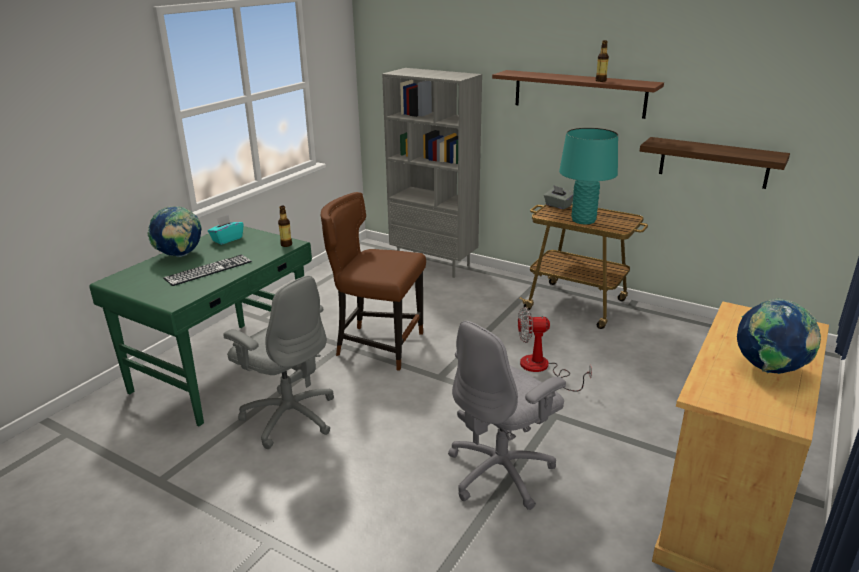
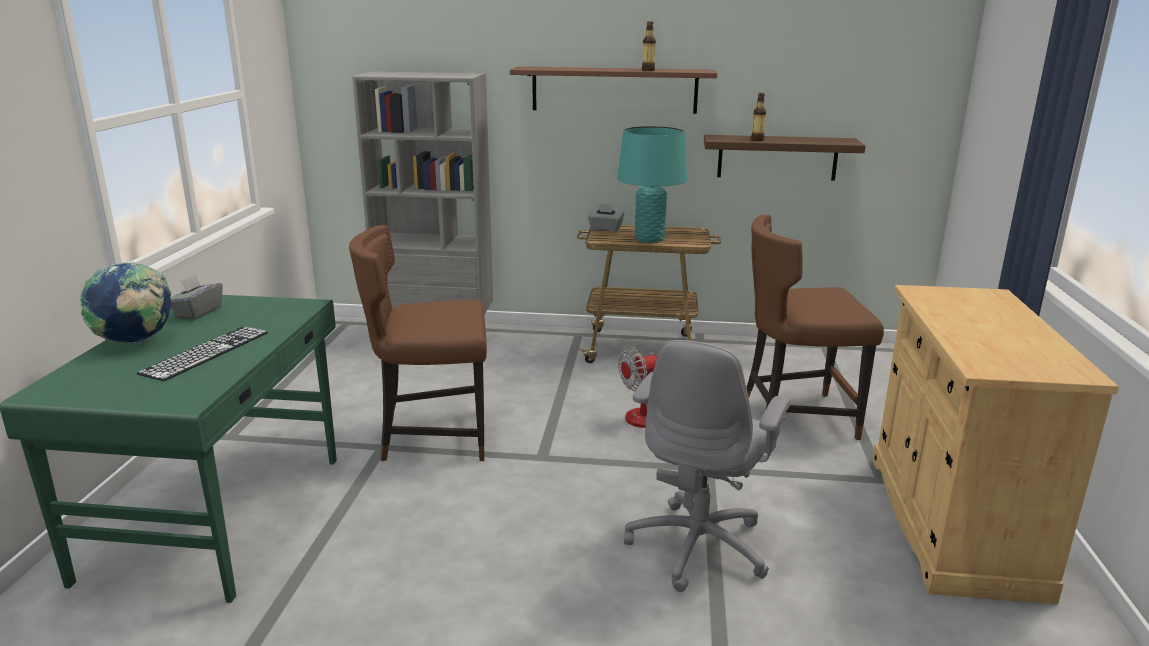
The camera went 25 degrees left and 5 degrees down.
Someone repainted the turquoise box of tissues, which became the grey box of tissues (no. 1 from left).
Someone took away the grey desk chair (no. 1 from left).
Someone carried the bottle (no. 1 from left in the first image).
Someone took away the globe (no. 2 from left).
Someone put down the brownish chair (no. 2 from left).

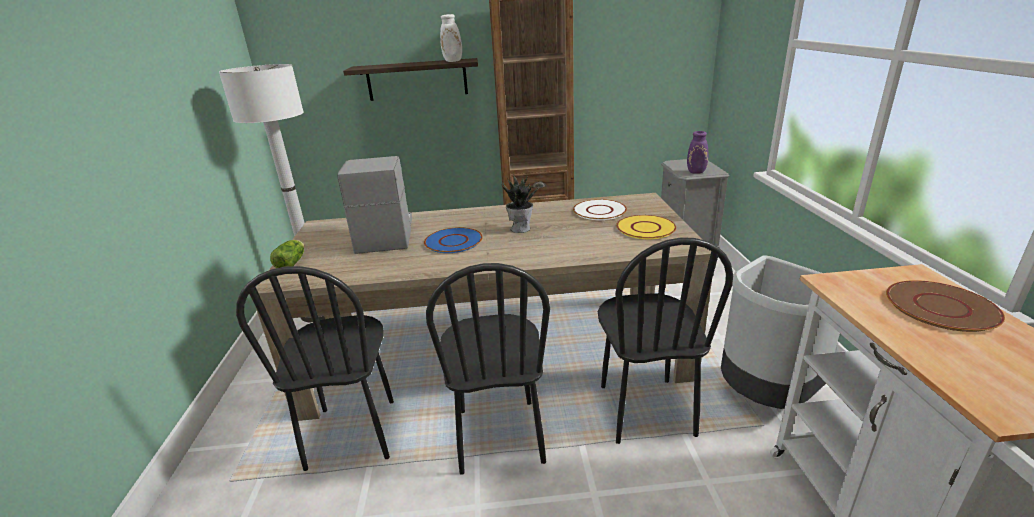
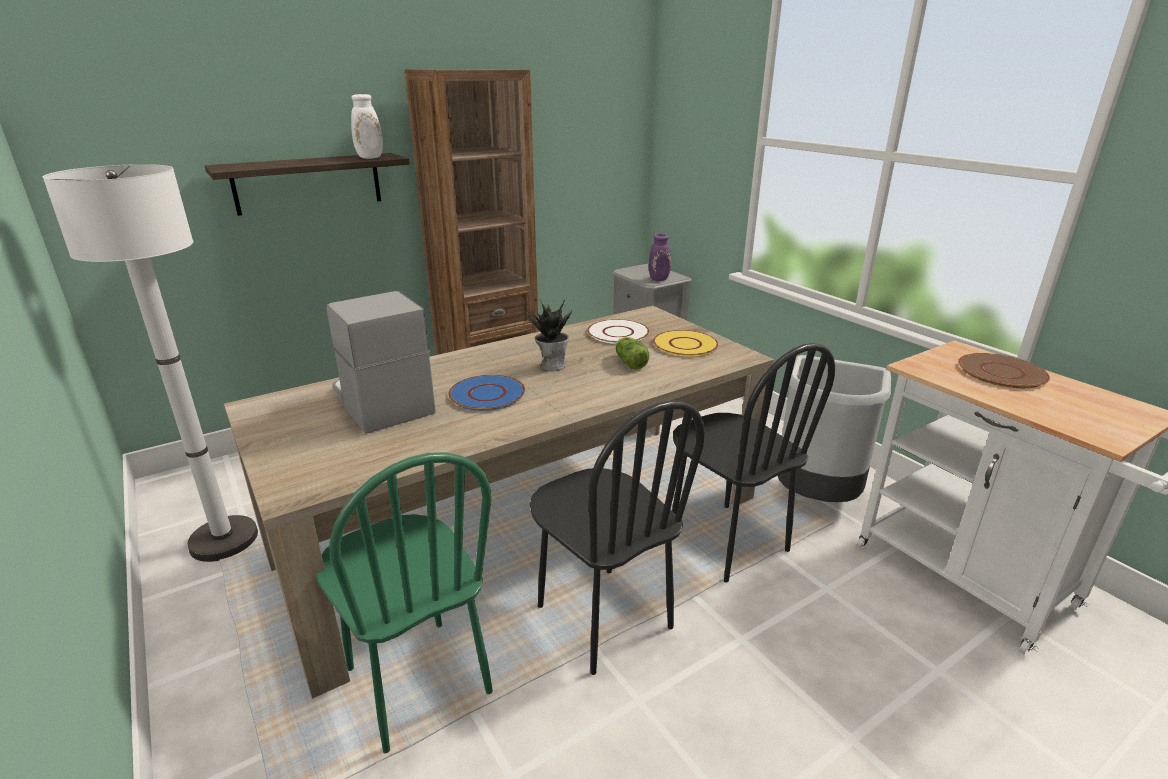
The camera went 30 degrees left and 0 degrees up.
Someone repainted the black chair (no. 1 from left), which became the green chair.
Someone carried the head of lettuce.

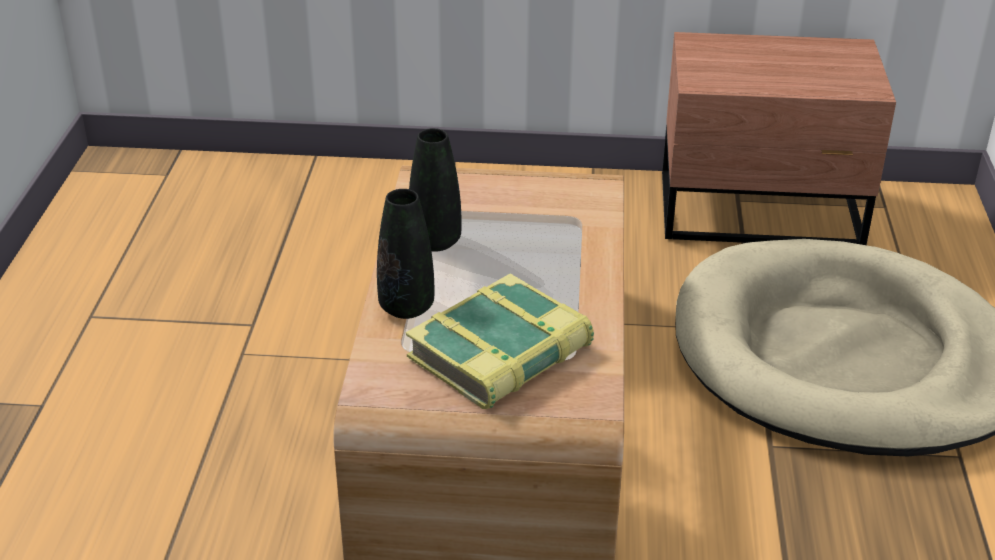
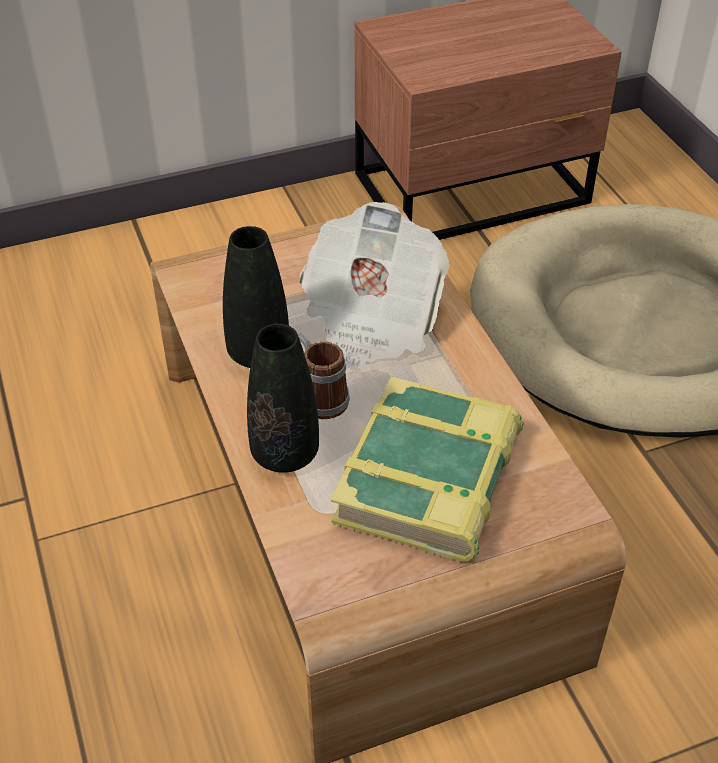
The camera went 25 degrees left and 10 degrees up.
Someone put down the coffee mug.
Someone put down the newspaper.

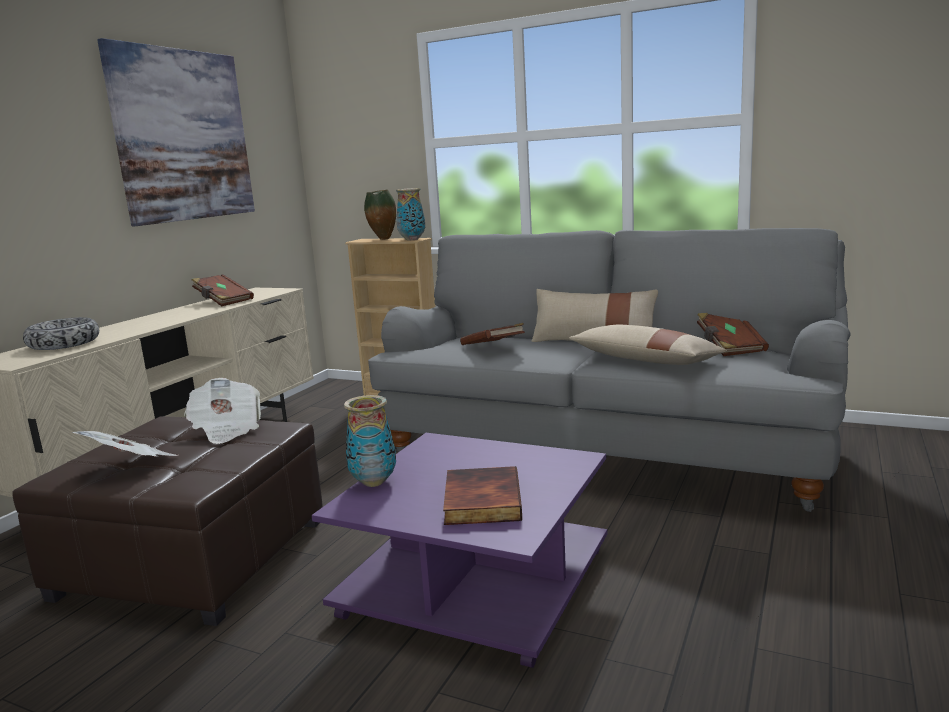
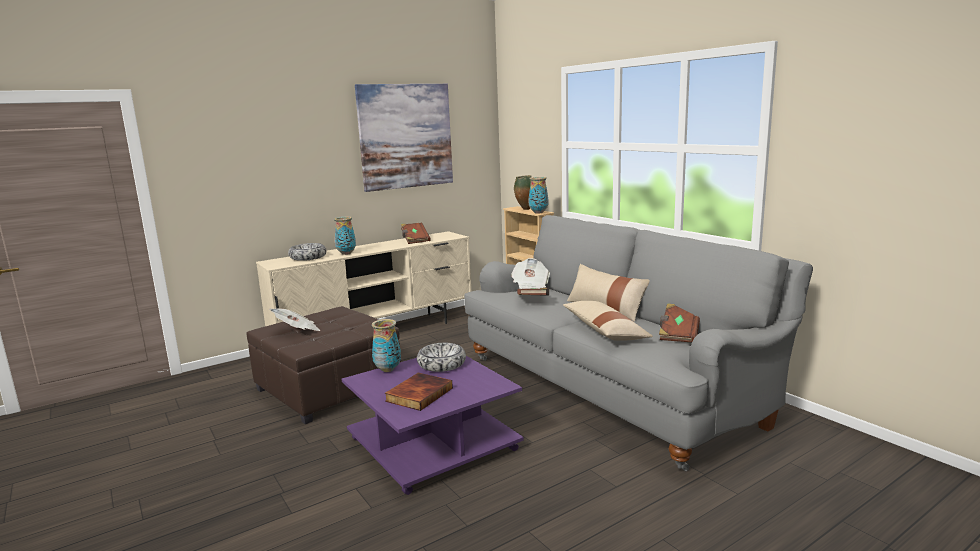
The camera went 30 degrees right and 0 degrees up.
Someone carried the newspaper (no. 2 from left).
Someone put down the decorative vase (no. 1 from left).
Someone put down the bowl (no. 2 from left).

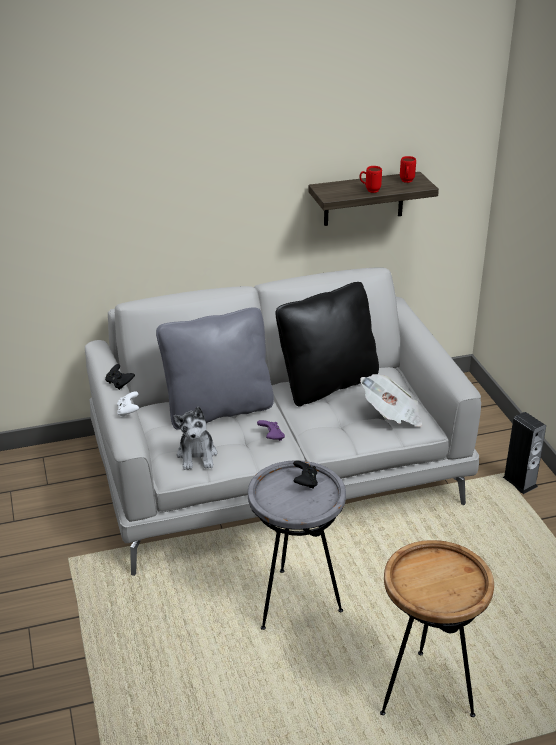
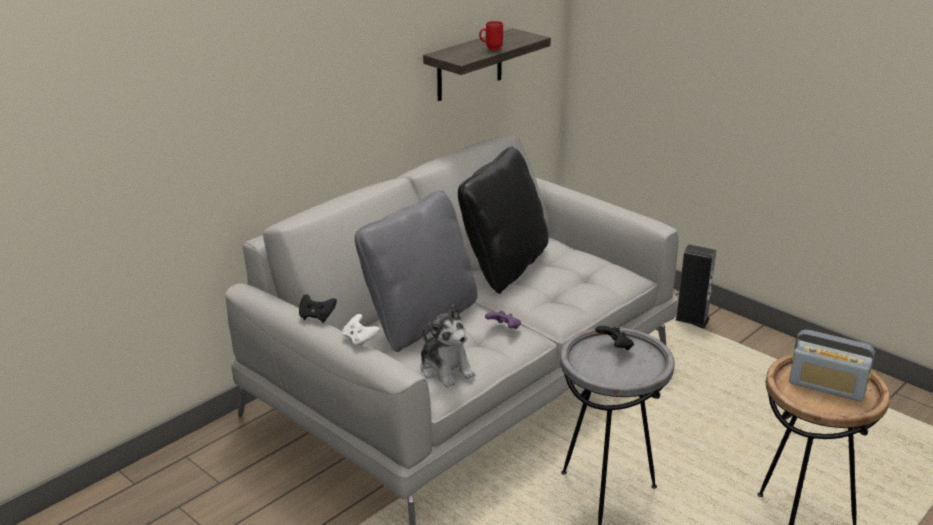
The camera went 30 degrees left and 5 degrees down.
Someone took away the newspaper.
Someone took away the reddish coffee mug (no. 2 from left).
Someone put down the radio receiver.

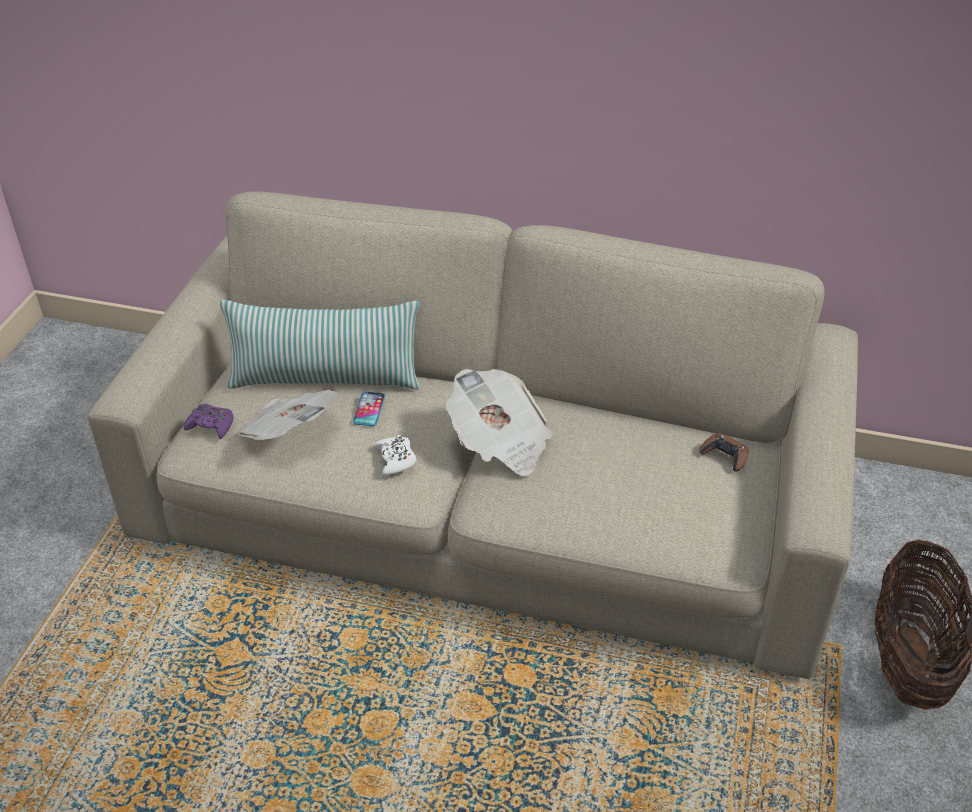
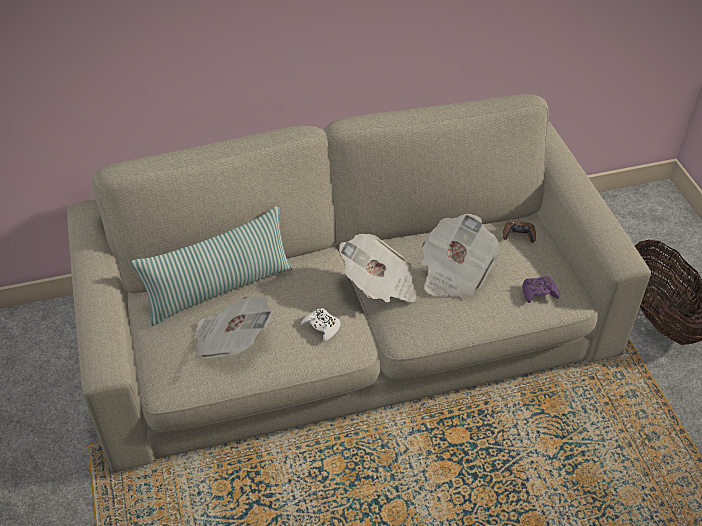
The camera went 30 degrees left and 5 degrees up.
Someone carried the purplish joypad.
Someone took away the telephone.
Someone put down the newspaper (no. 3 from left).

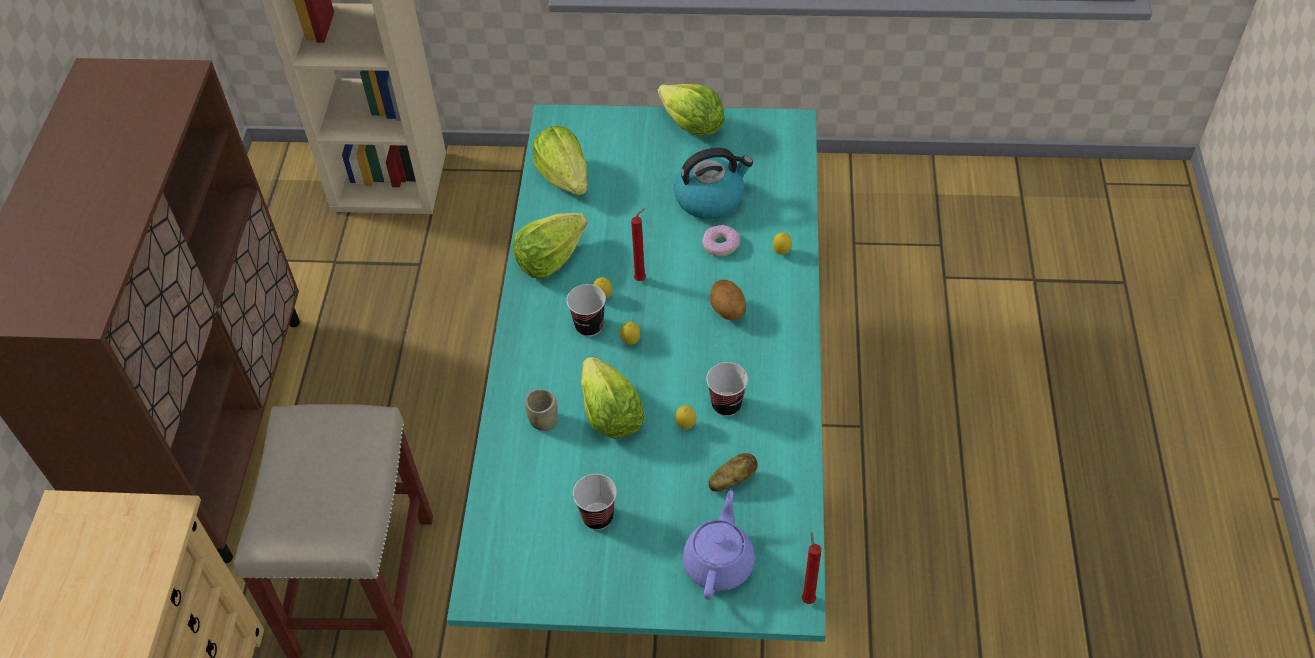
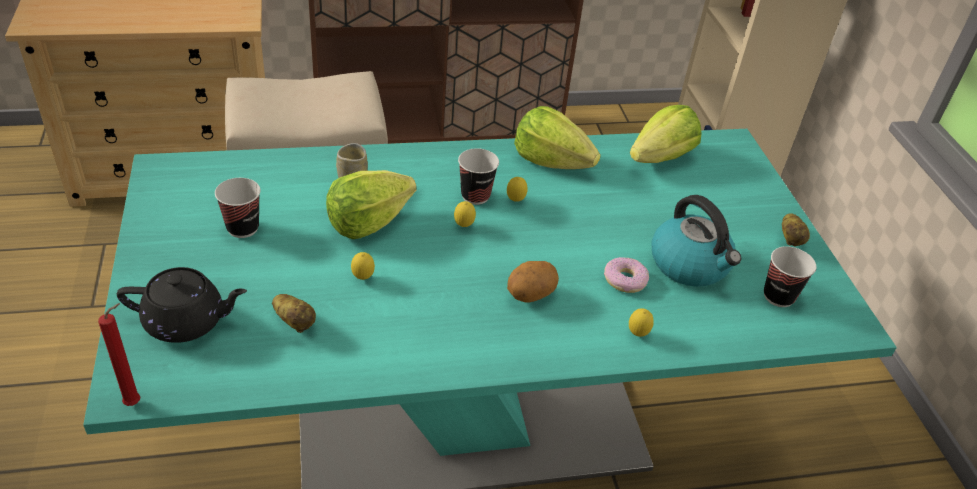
The camera went 70 degrees right and 10 degrees down.
Someone took away the reddish wax candle (no. 1 from left).
Someone swapped the head of lettuce (no. 4 from left) for the spud (no. 3 from left).
Someone repainted the purplish teapot, which became the black teapot.
Someone carried the small cup (no. 4 from left).

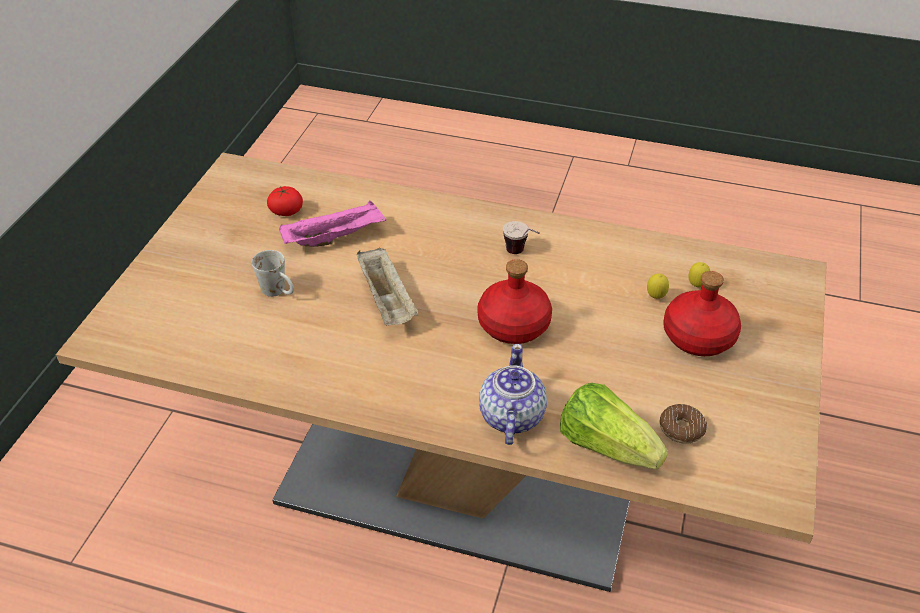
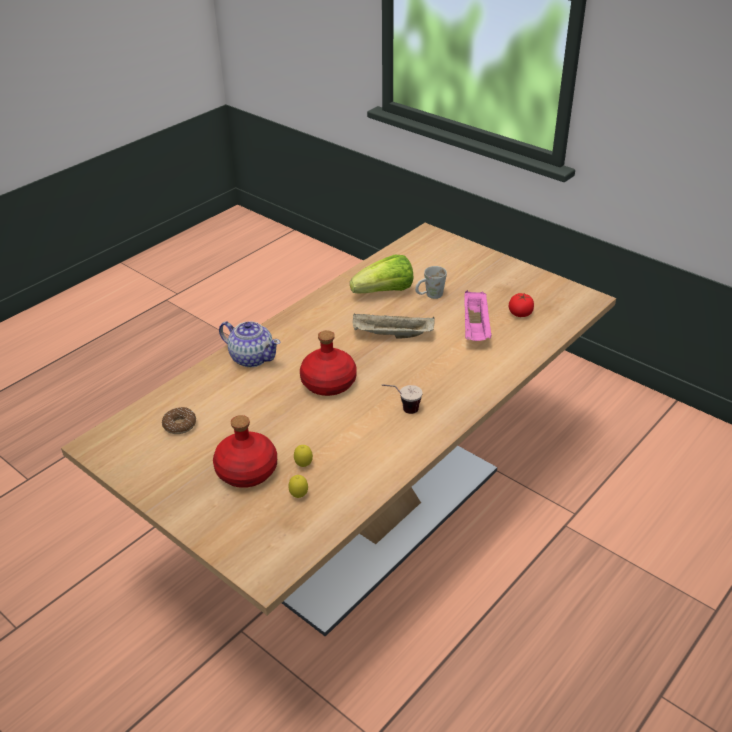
The camera went 115 degrees right and 5 degrees down.
Someone carried the head of lettuce.

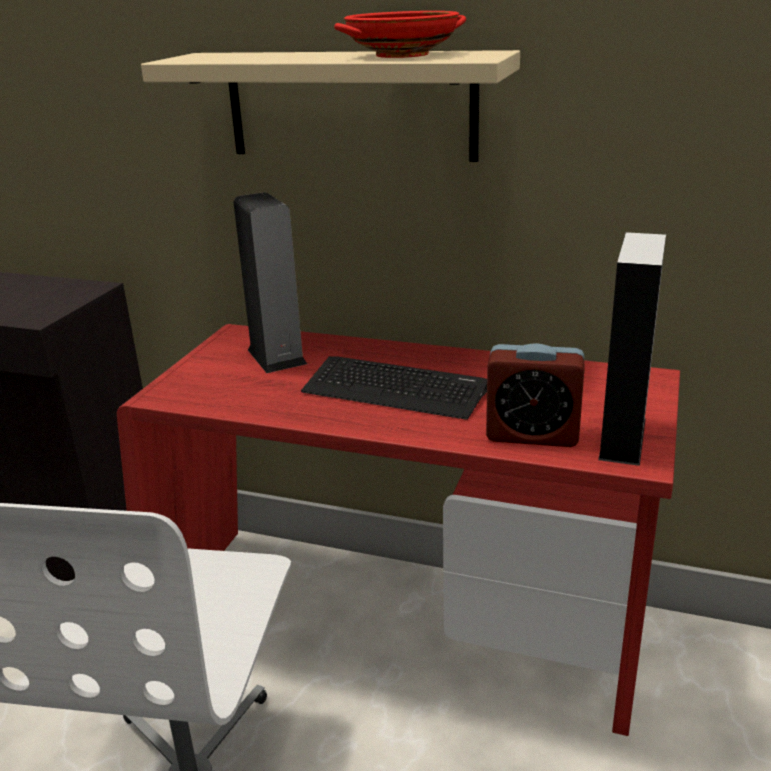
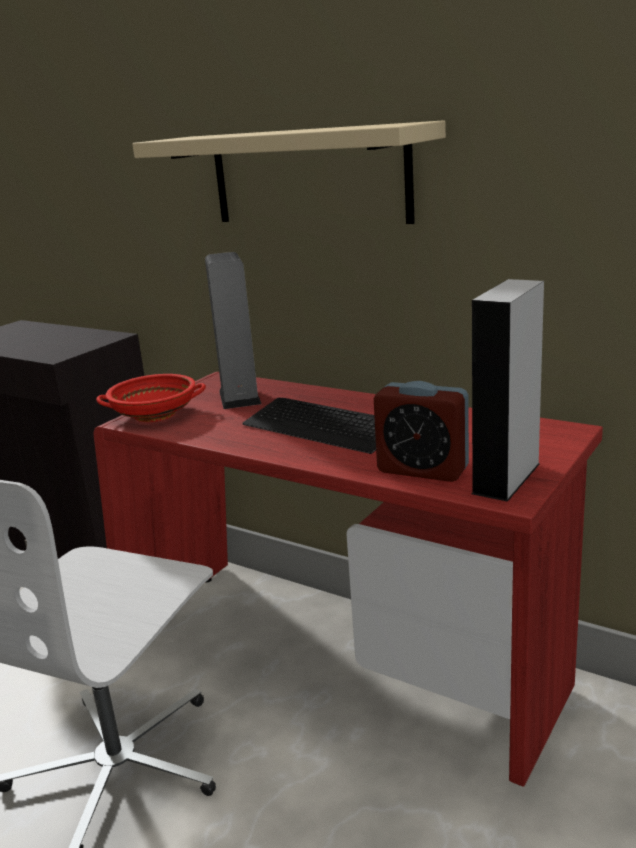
The camera went 15 degrees right and 5 degrees down.
Someone carried the reddish bowl.

